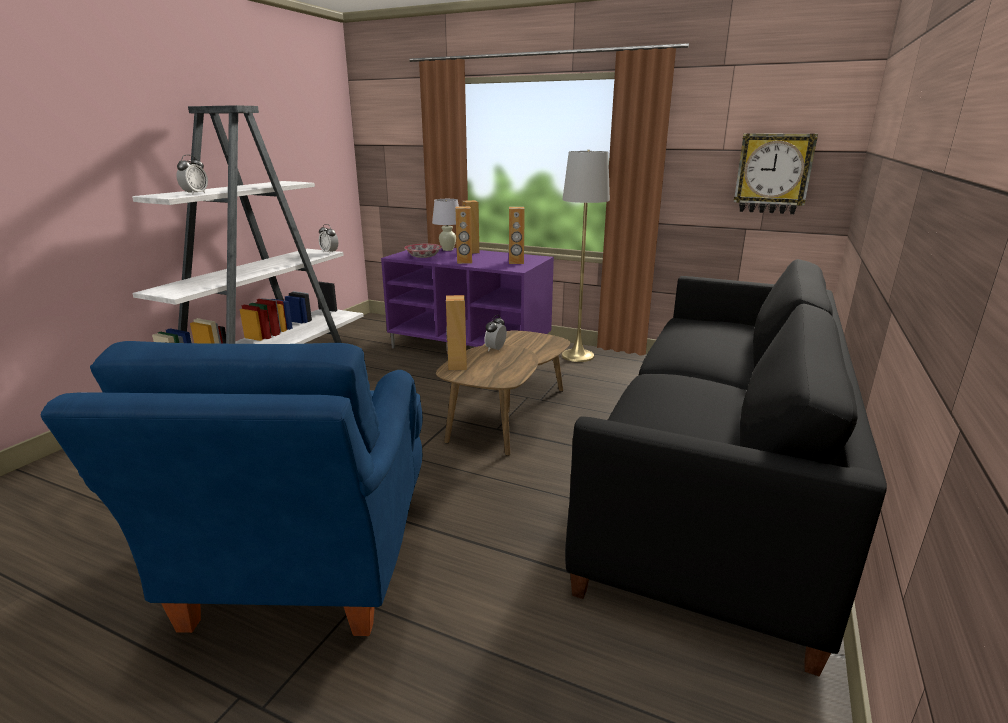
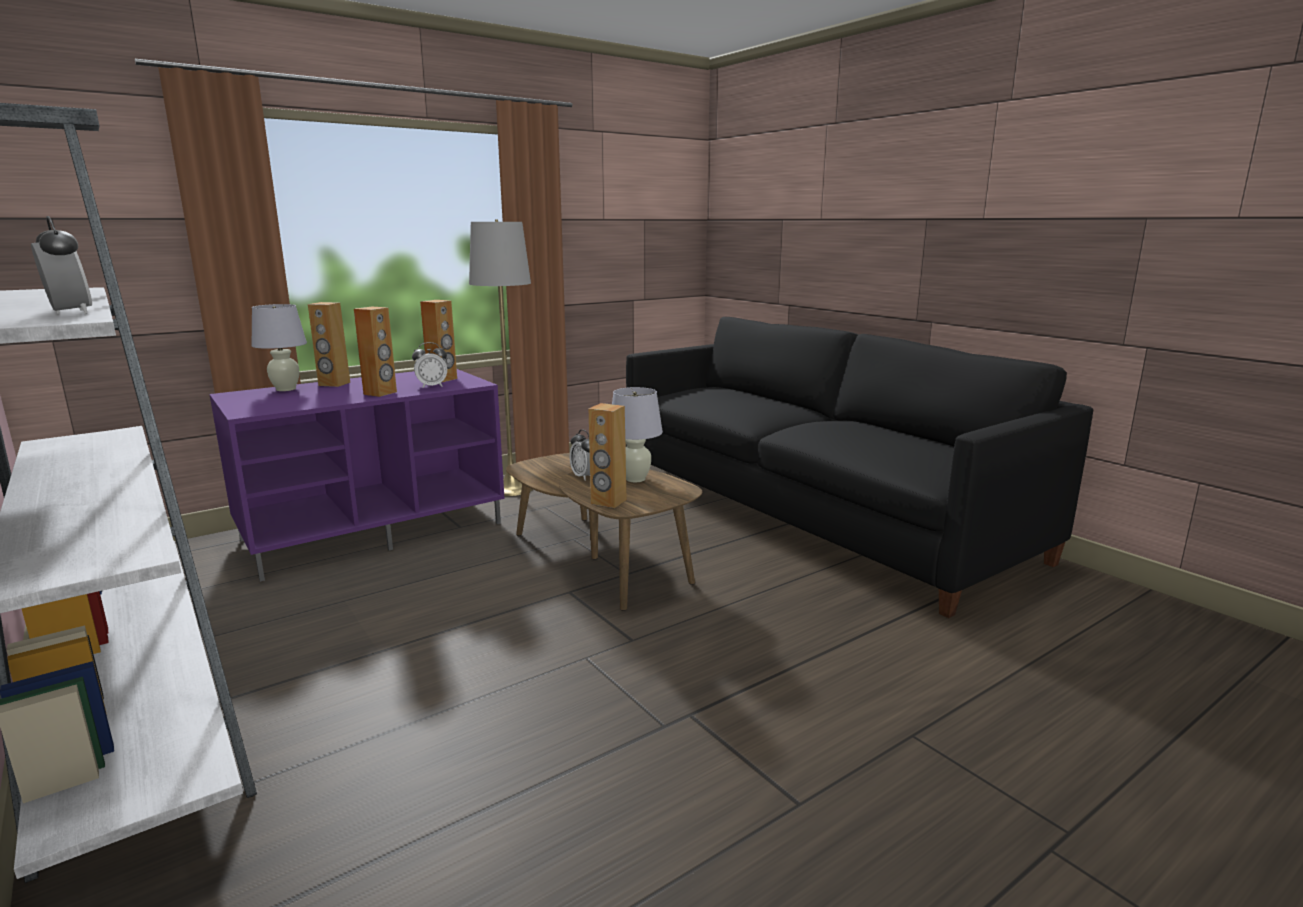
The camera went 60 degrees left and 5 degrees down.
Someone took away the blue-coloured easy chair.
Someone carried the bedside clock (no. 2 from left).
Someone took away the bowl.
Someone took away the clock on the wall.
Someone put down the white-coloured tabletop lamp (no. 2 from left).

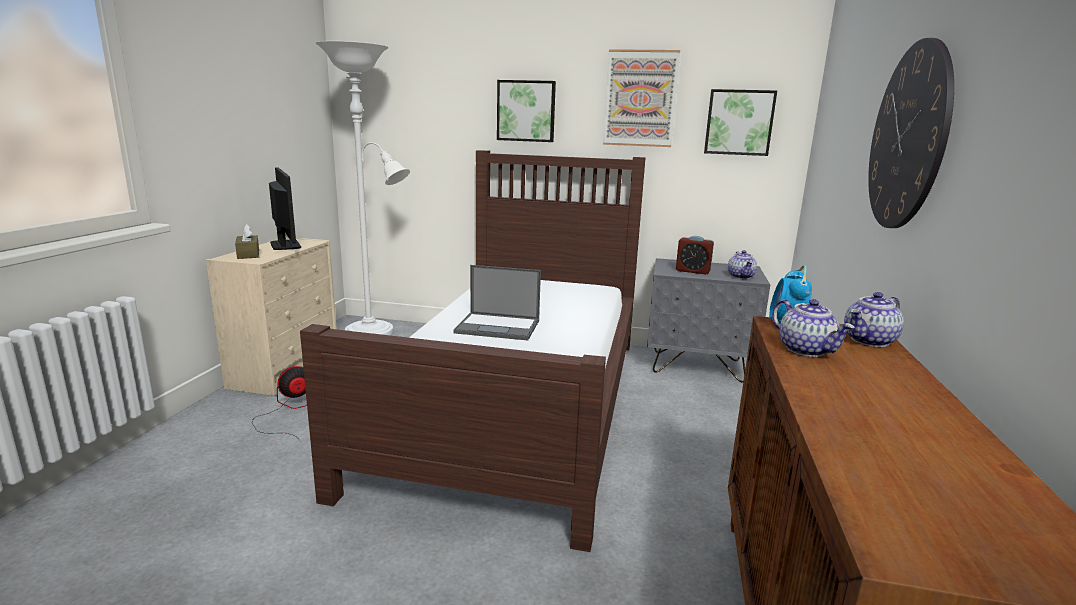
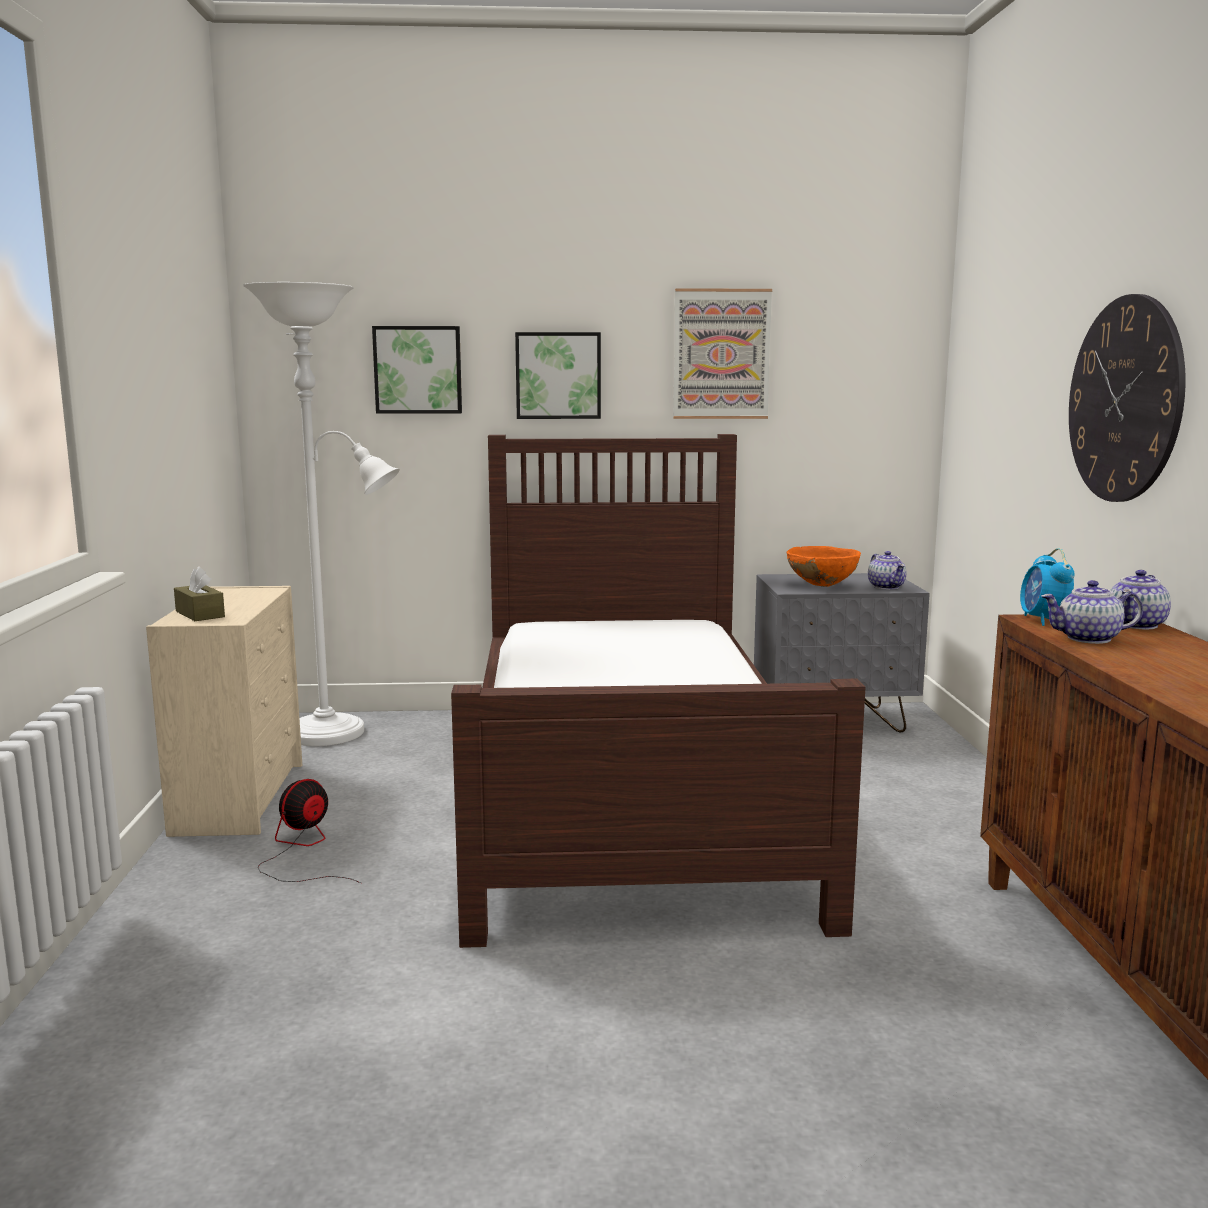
The camera went 15 degrees left and 5 degrees down.
Someone took away the monitor.
Someone took away the portable computer.
Someone swapped the bedside clock (no. 1 from left) for the orangey bowl.
Someone carried the wall picture (no. 3 from left in the first image).
Someone rotated the teapot (no. 2 from left) by 135 degrees clockwise.

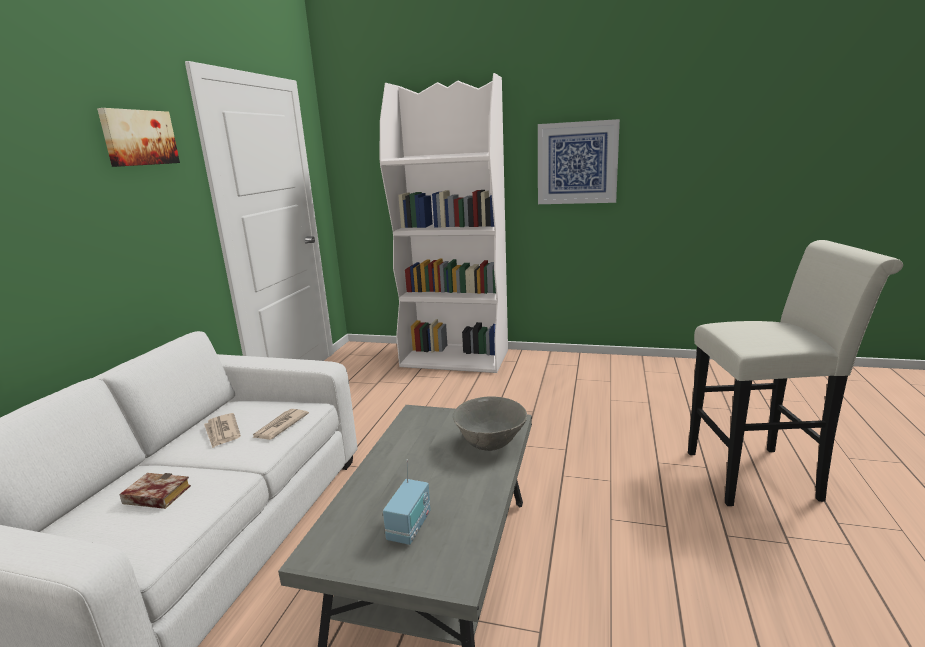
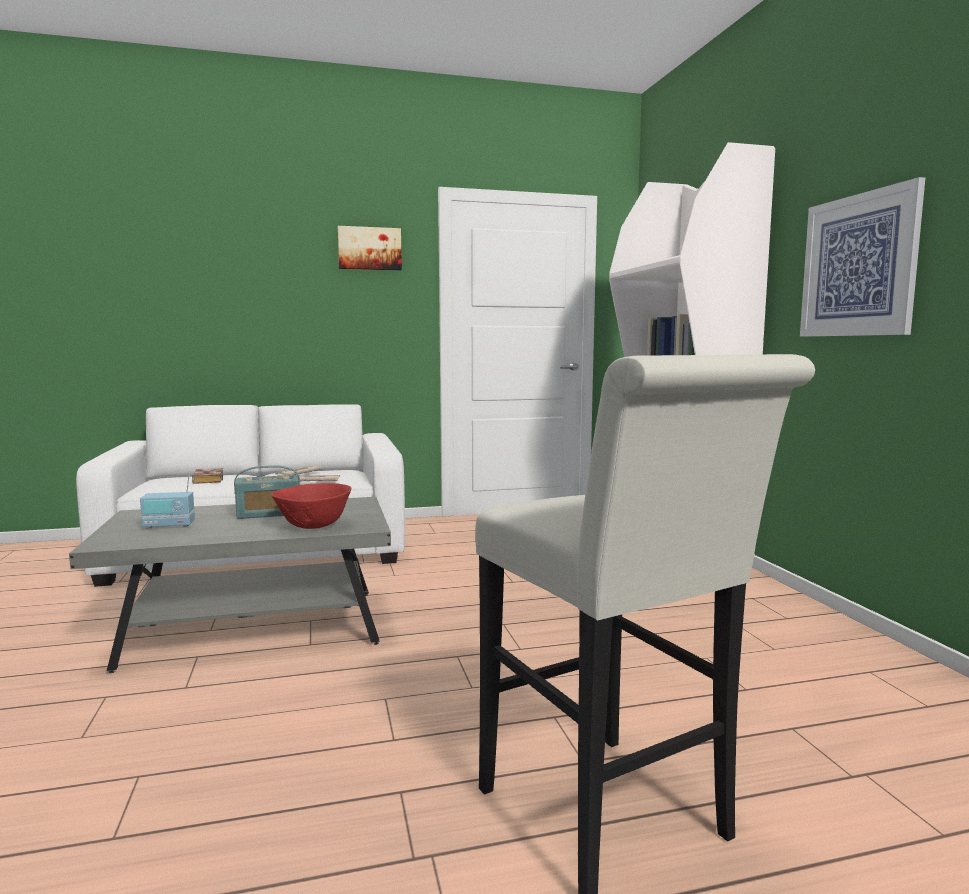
The camera went 60 degrees right and 10 degrees down.
Someone repainted the grey bowl, which became the reddish bowl.
Someone put down the radio receiver (no. 2 from left).

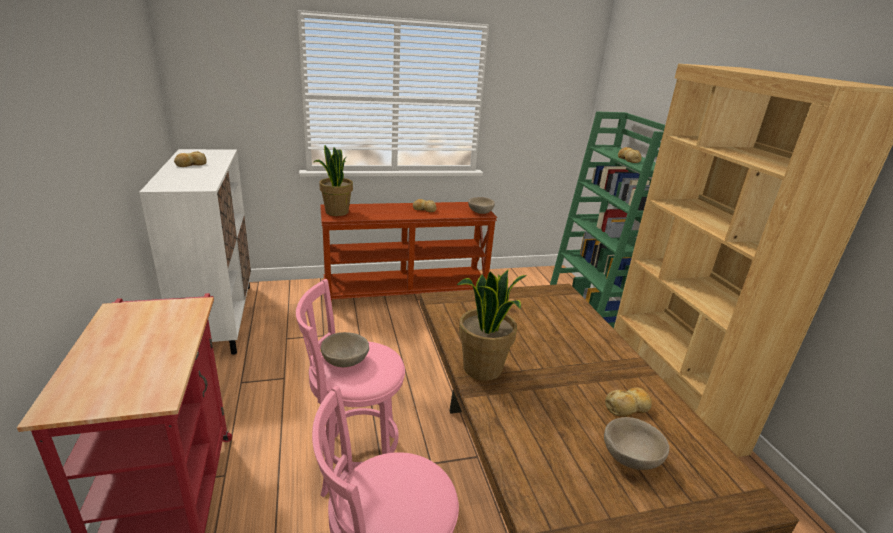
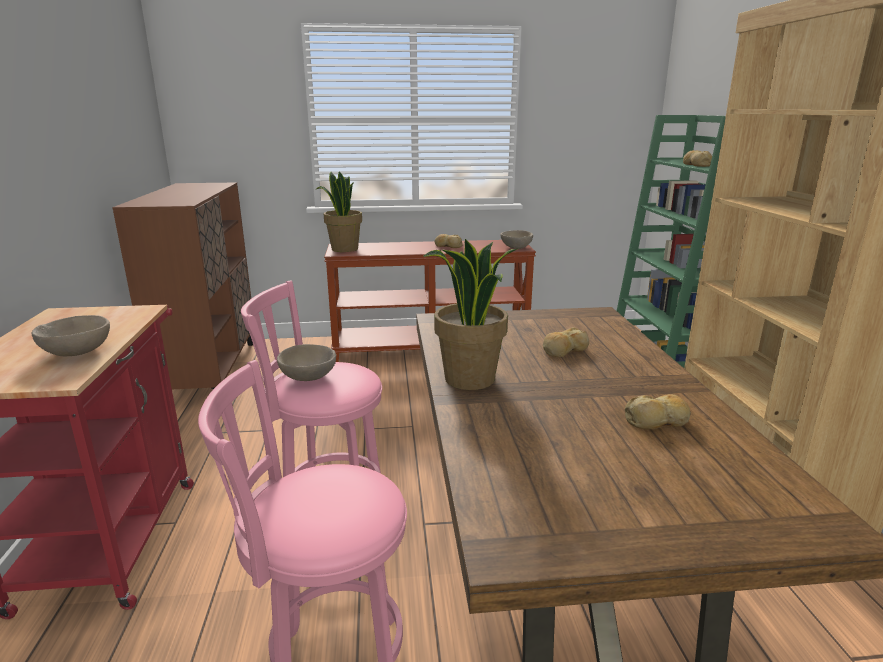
The camera went 10 degrees right and 5 degrees down.
Someone repainted the white-coloured storage cabinet, which became the brownish storage cabinet.
Someone carried the bakery bread (no. 1 from left in the first image).
Someone carried the sand-coloured bowl (no. 3 from left in the first image).

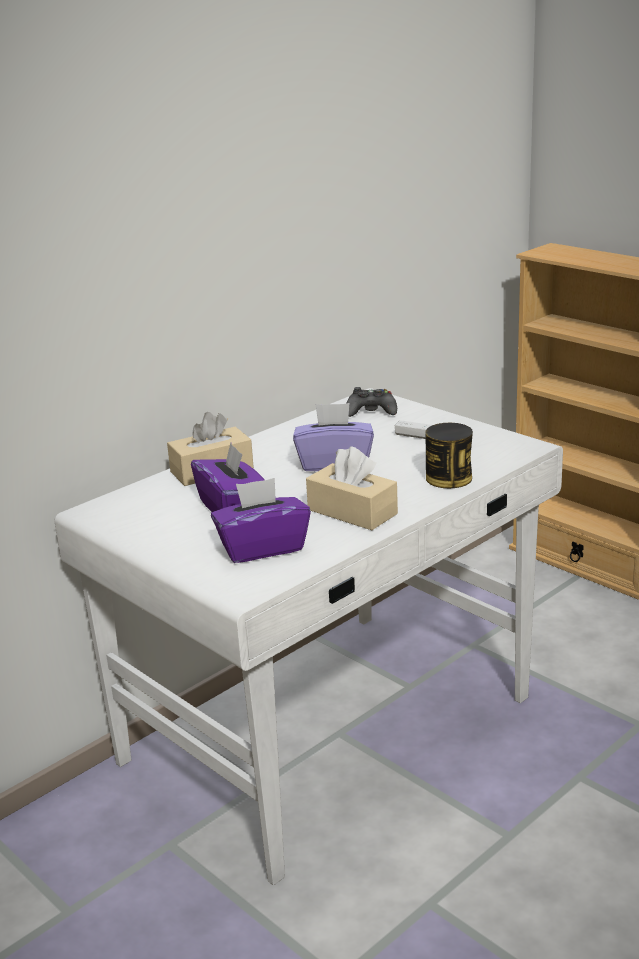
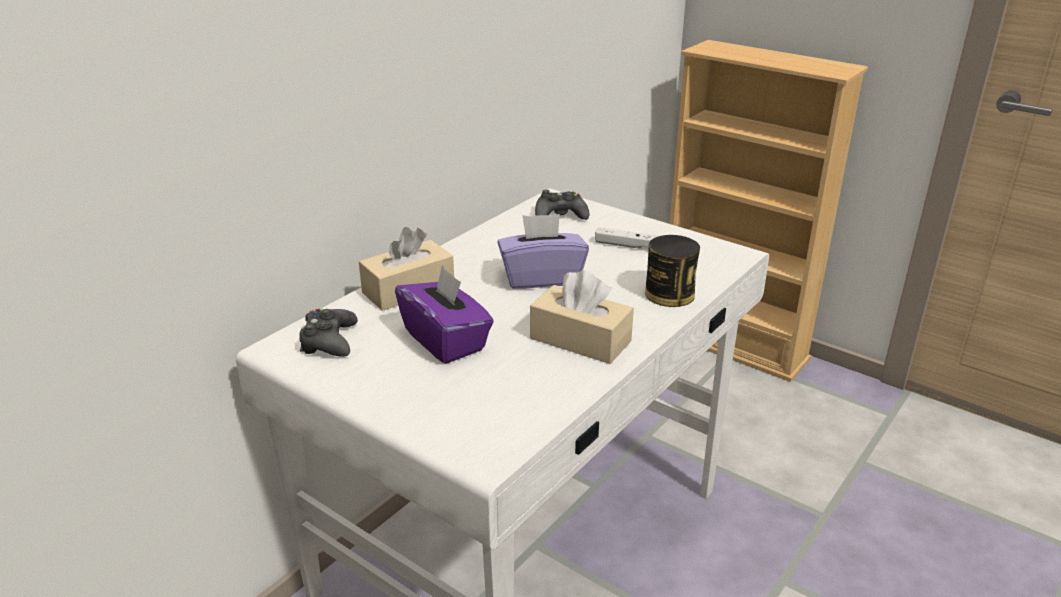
The camera went 10 degrees left and 5 degrees up.
Someone took away the purplish box of tissues (no. 2 from left).
Someone put down the black joypad (no. 1 from left).

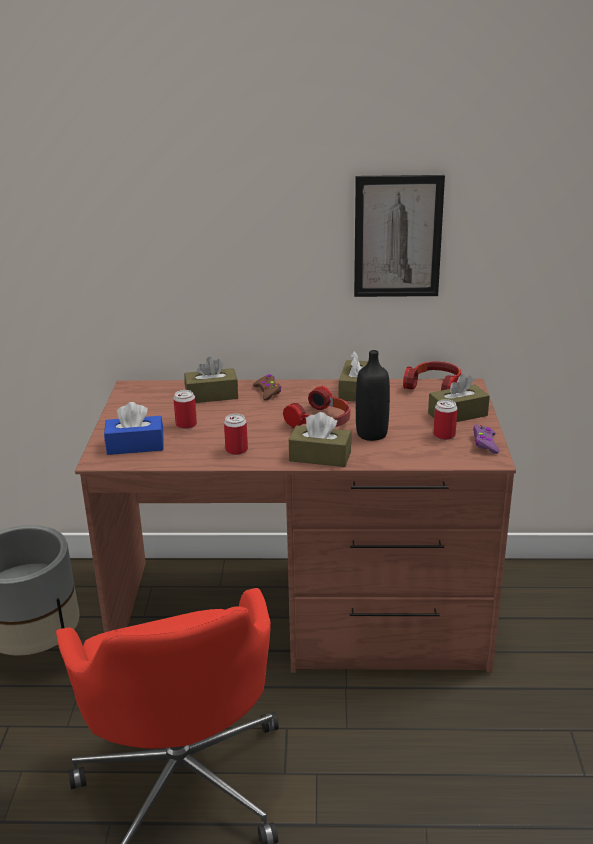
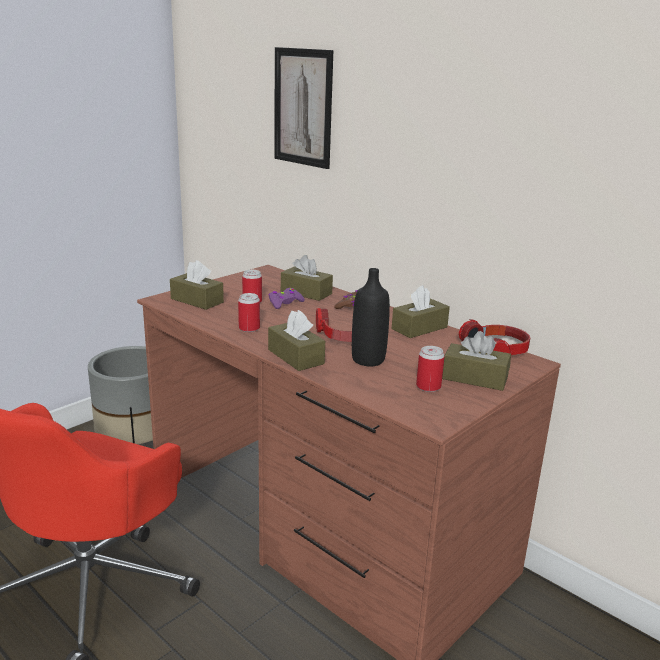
The camera went 40 degrees right and 5 degrees down.
Someone repainted the blue-coloured box of tissues, which became the brownish box of tissues (no. 1 from left).
Someone carried the wall picture.
Someone carried the purplish joypad.

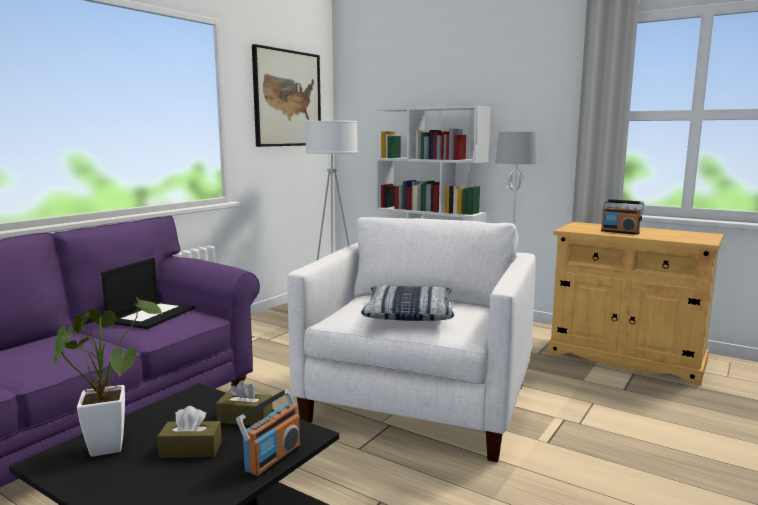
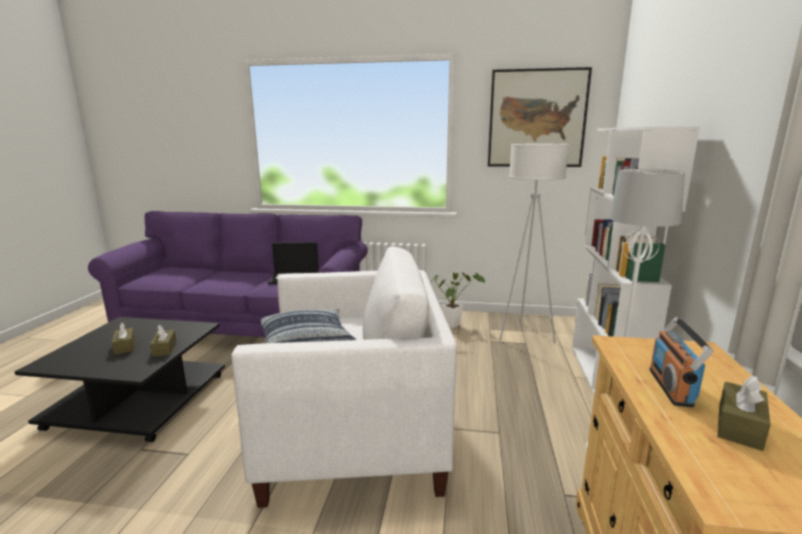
The camera went 65 degrees right and 5 degrees up.
Someone carried the plant in a pot.
Someone took away the radio receiver (no. 1 from left).
Someone put down the brownish box of tissues (no. 3 from left).

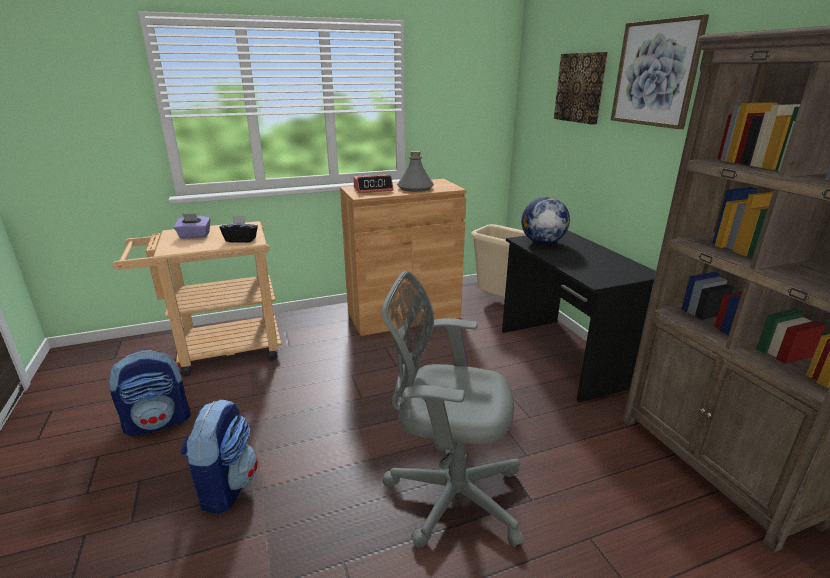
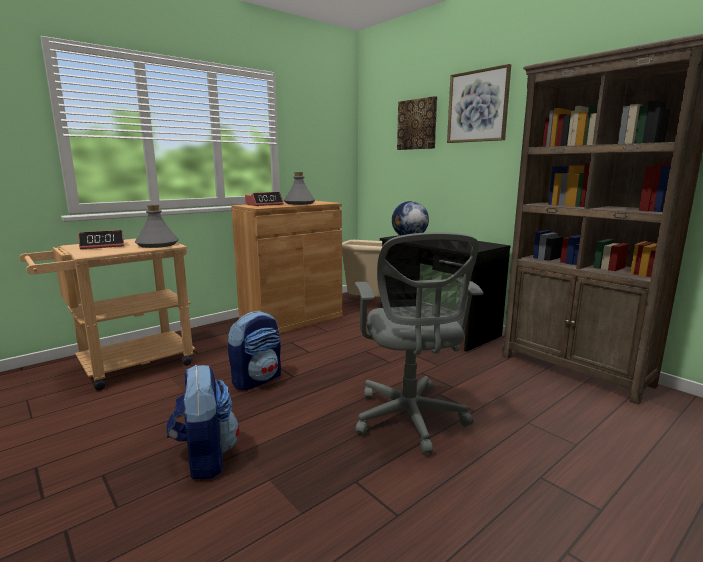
The camera went 20 degrees left and 10 degrees down.
Someone carried the backpack (no. 1 from left in the first image).
Someone swapped the purplish box of tissues for the bedside clock (no. 1 from left).
Someone swapped the black box of tissues for the grey bottle (no. 1 from left).
Someone rotated the grey desk chair by 90 degrees counterclockwise.

